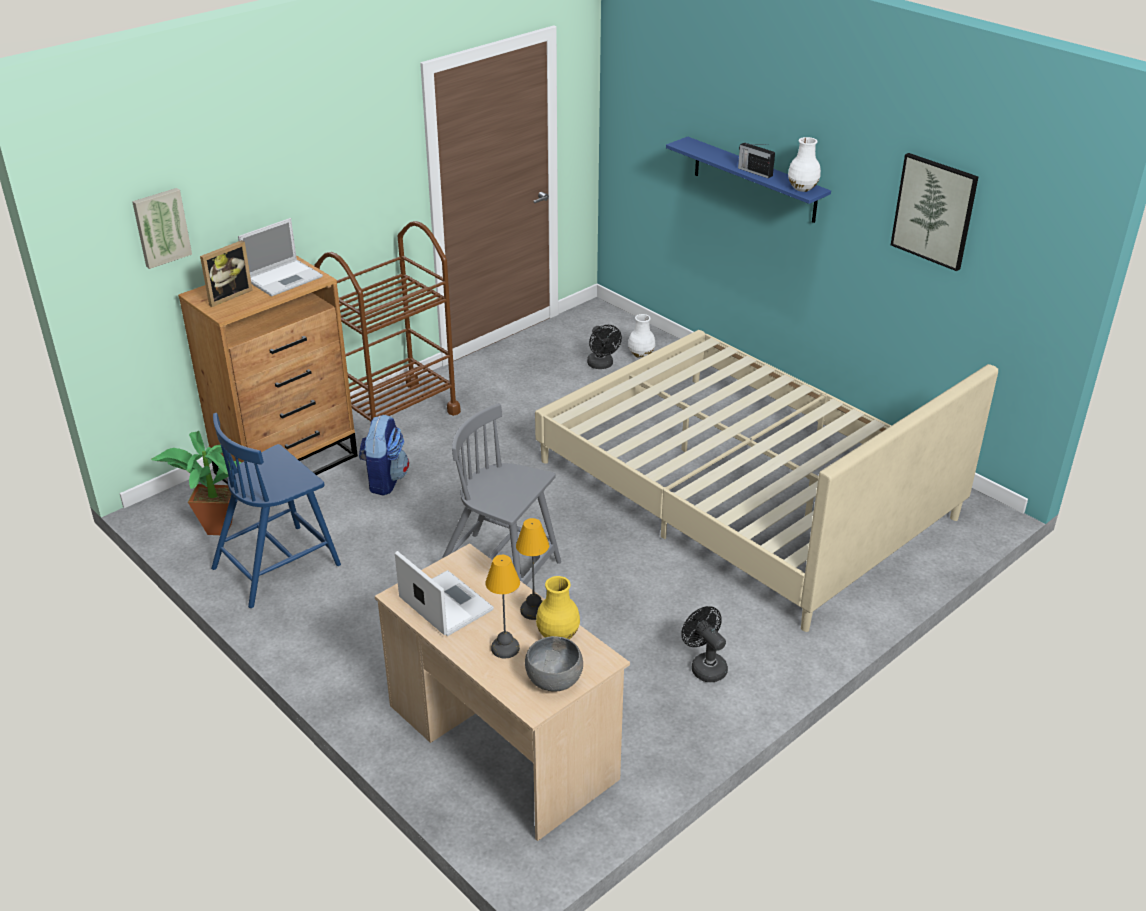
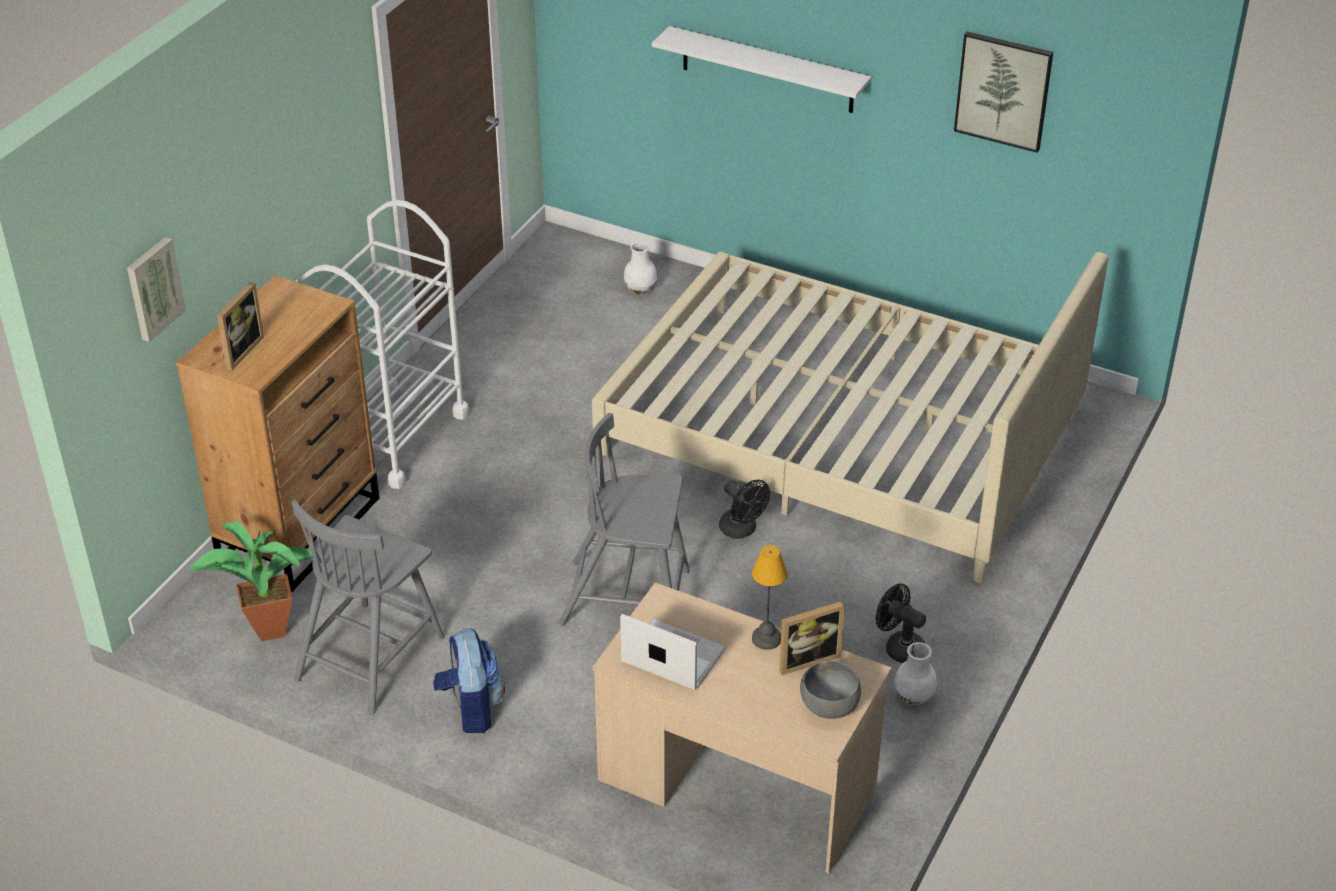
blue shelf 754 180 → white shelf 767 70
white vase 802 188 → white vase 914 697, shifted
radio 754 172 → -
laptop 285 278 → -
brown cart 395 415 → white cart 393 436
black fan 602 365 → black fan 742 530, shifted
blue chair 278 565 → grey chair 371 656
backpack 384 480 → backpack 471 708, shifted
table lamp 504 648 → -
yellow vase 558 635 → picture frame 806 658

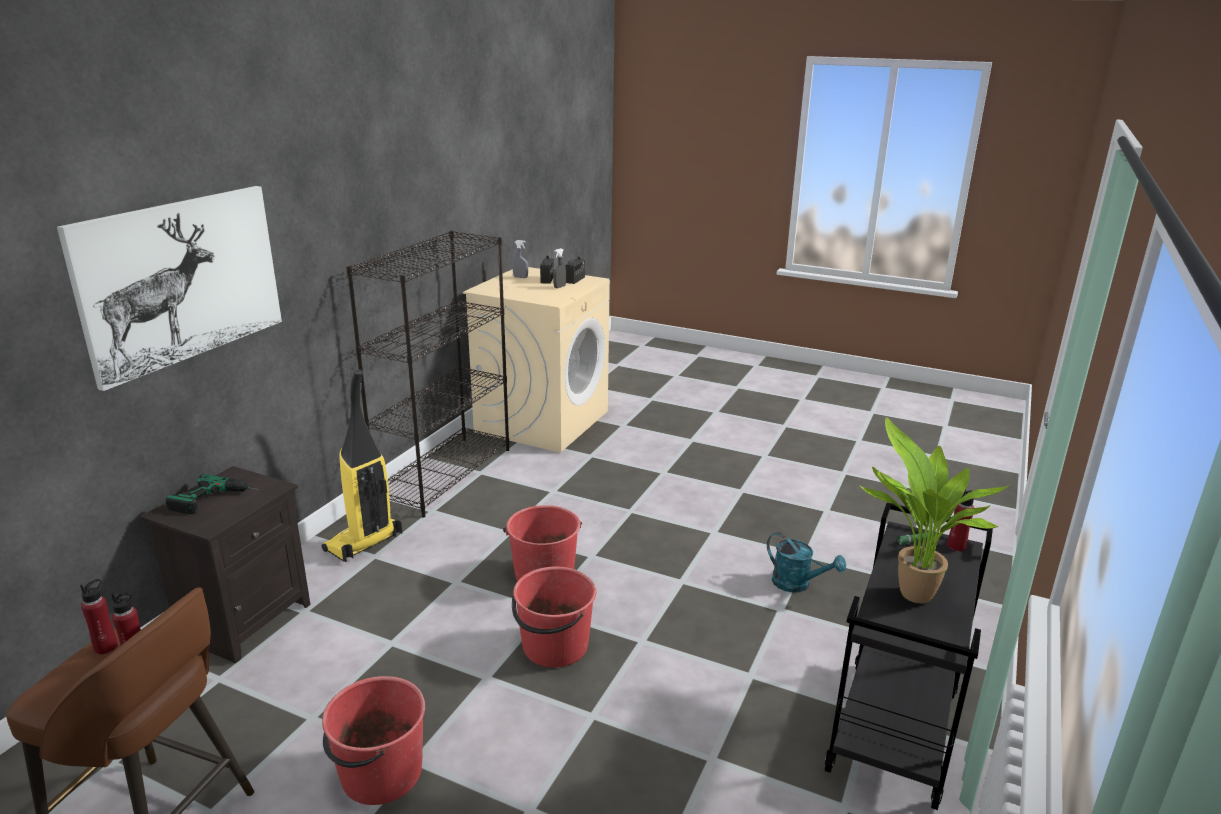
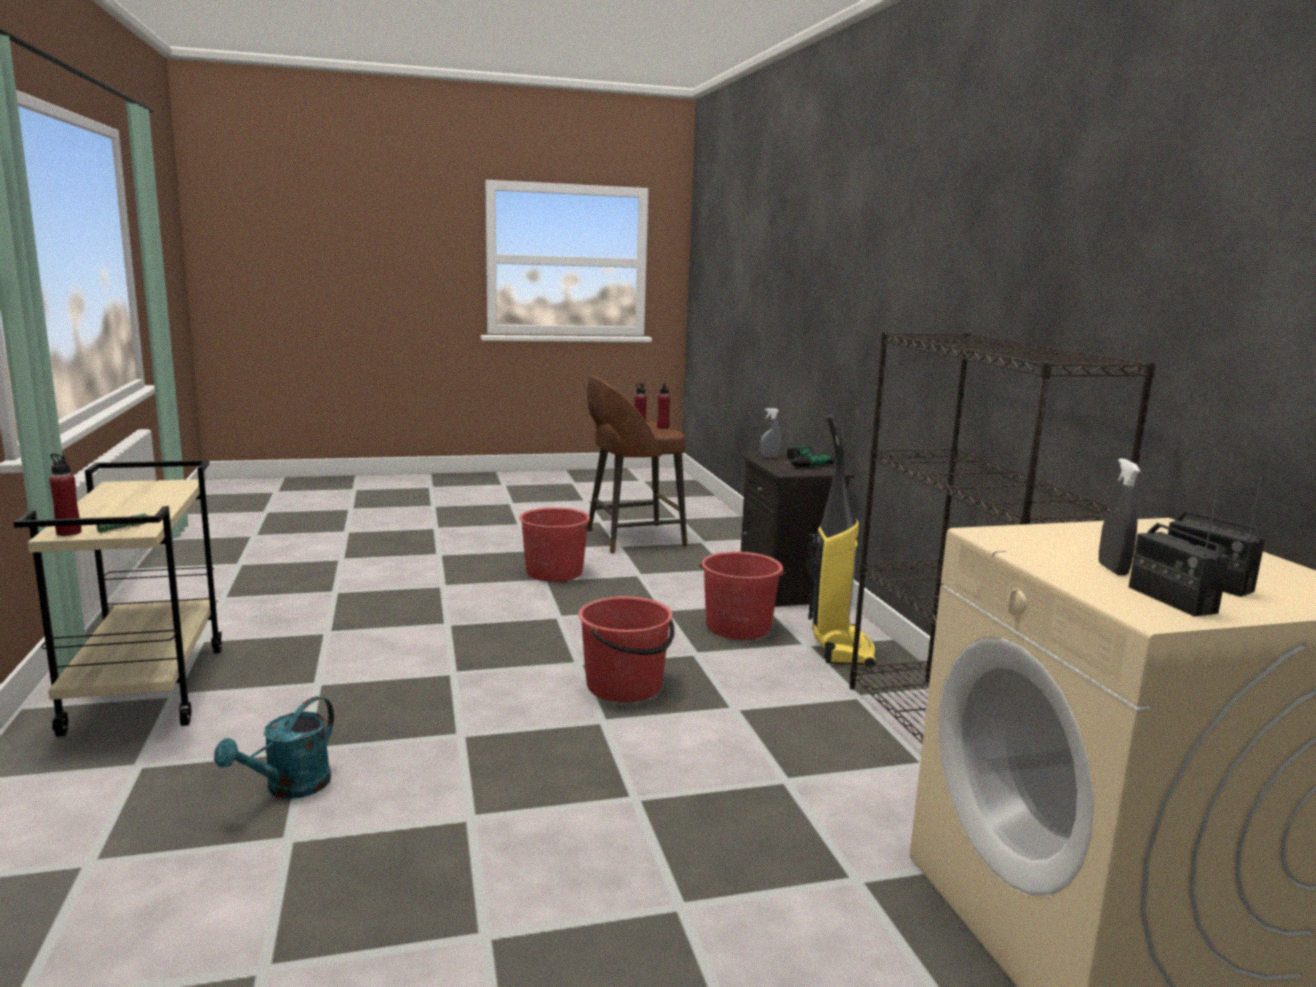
picture 182 280 → -
grey spray bottle 520 277 → grey spray bottle 769 457, shifted
potted plant 910 596 → -
black cart 894 733 → beige cart 146 689
turquoise watering can 797 584 → turquoise watering can 289 788, 60 degrees counterclockwise
red bucket 554 647 → red bucket 738 627, shifted

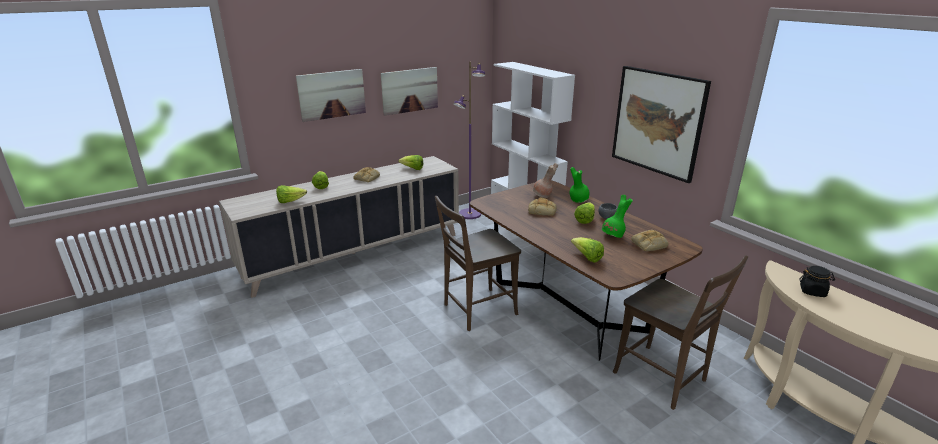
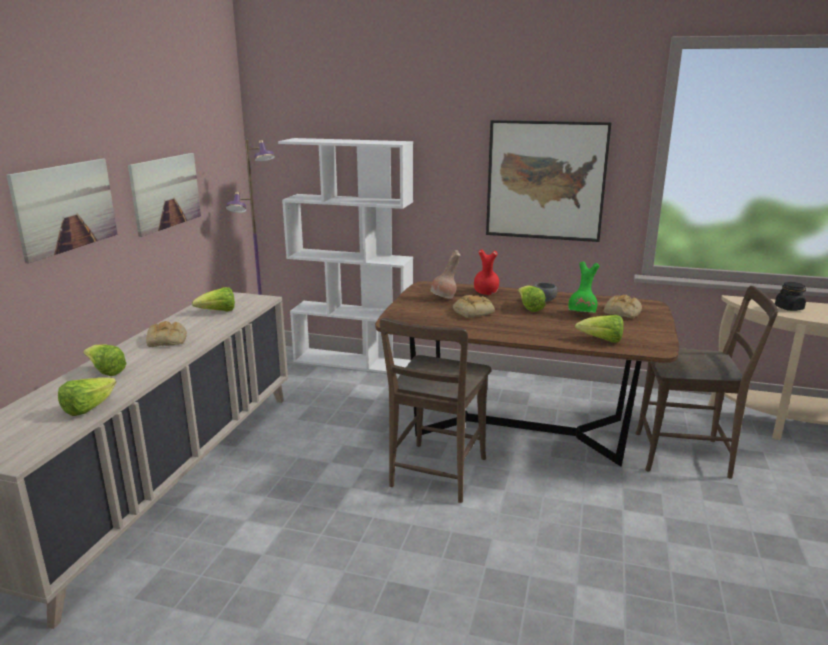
green vase 577 200 → red vase 485 292

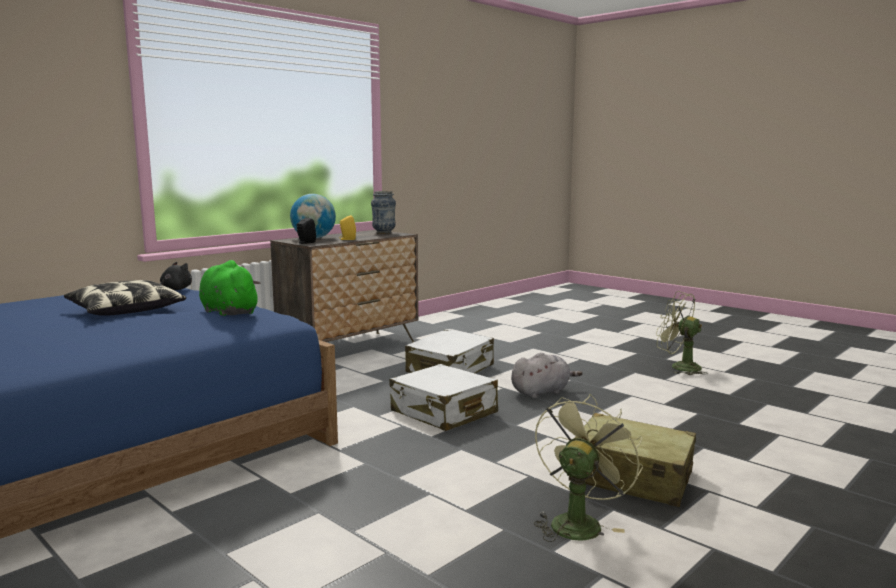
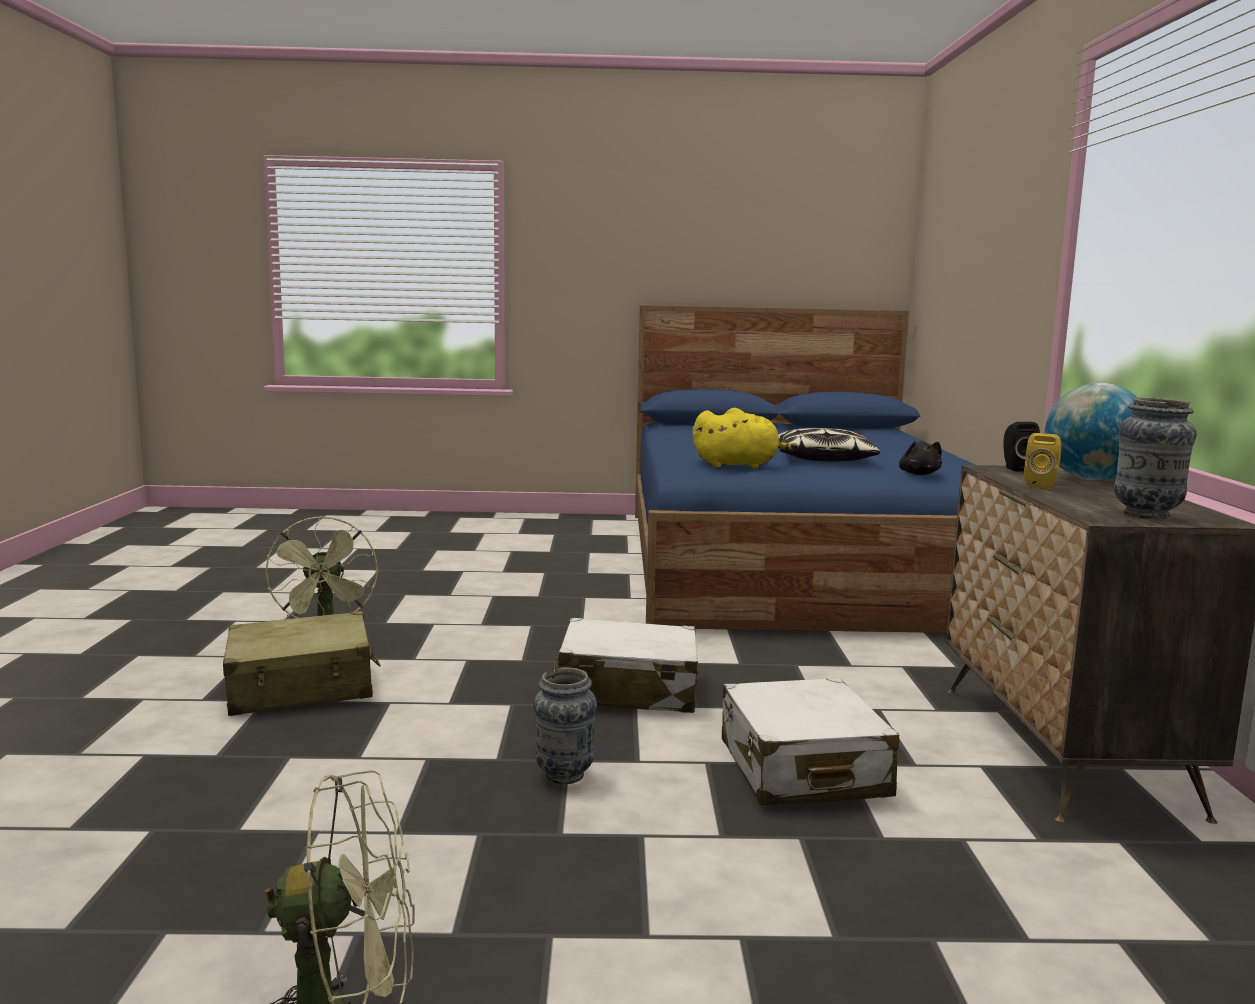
green plush toy 228 312 → yellow plush toy 739 465
grey plush toy 542 392 → vase 564 775

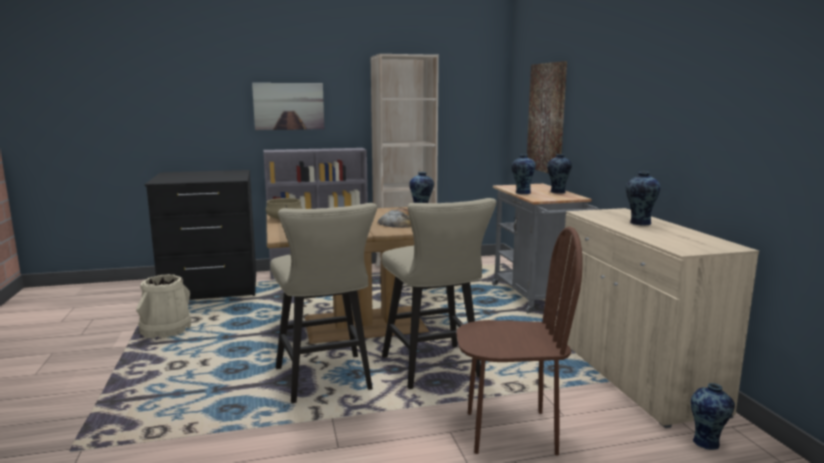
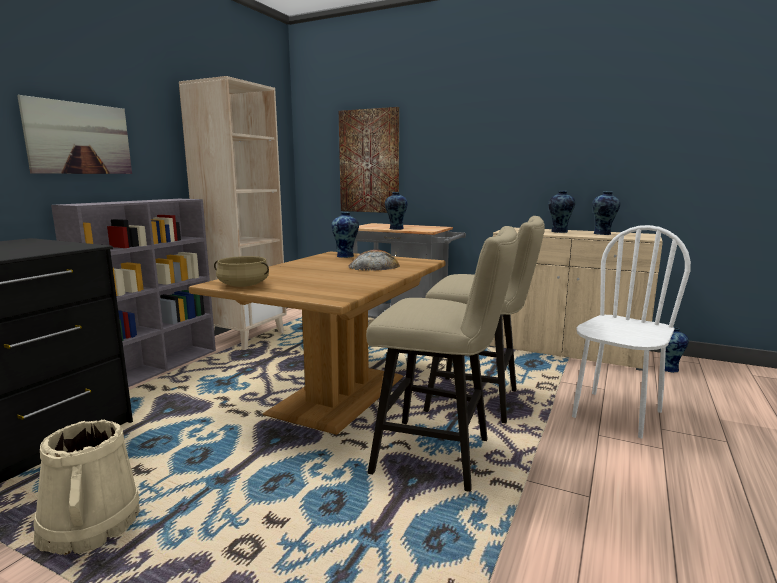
vase 557 192 → vase 603 234, shifted
brown chair 510 432 → white chair 616 414

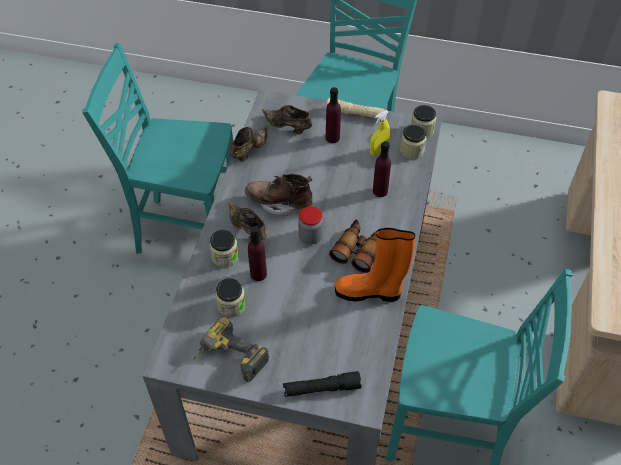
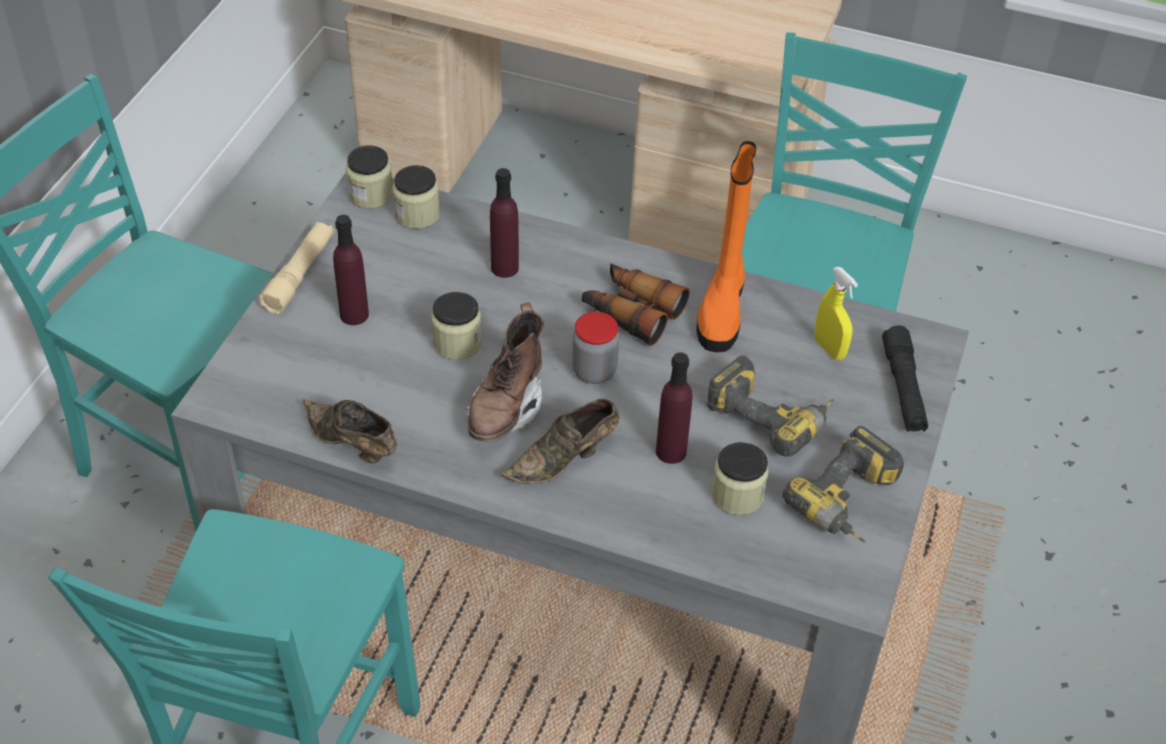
brown shoe 288 127 → -
yellow spray bottle 378 151 → yellow spray bottle 829 349, shifted
jar 225 256 → jar 457 343, shifted
- → power drill 772 415

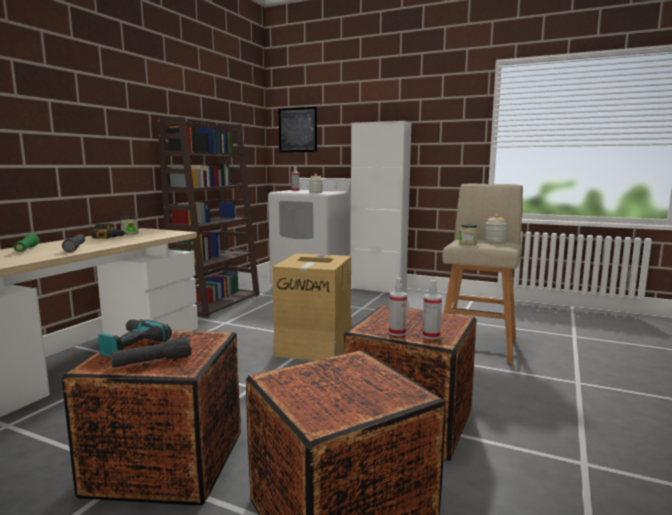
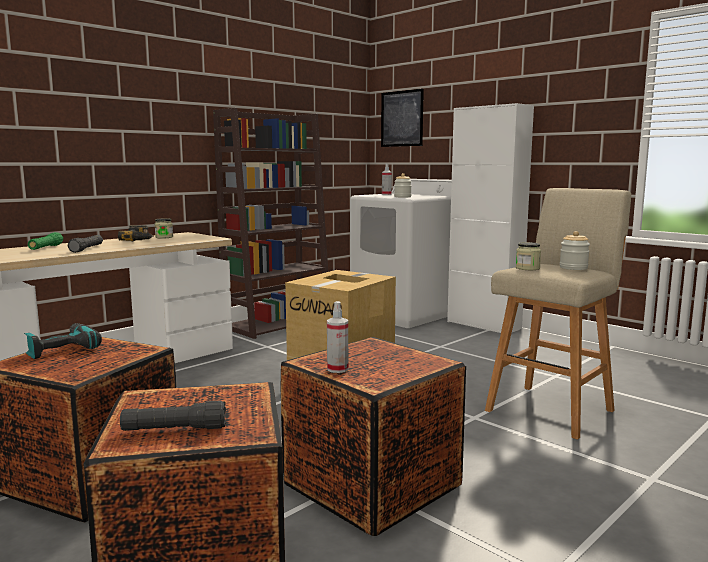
spray bottle 431 336 → -
black flashlight 152 362 → black flashlight 174 429, shifted

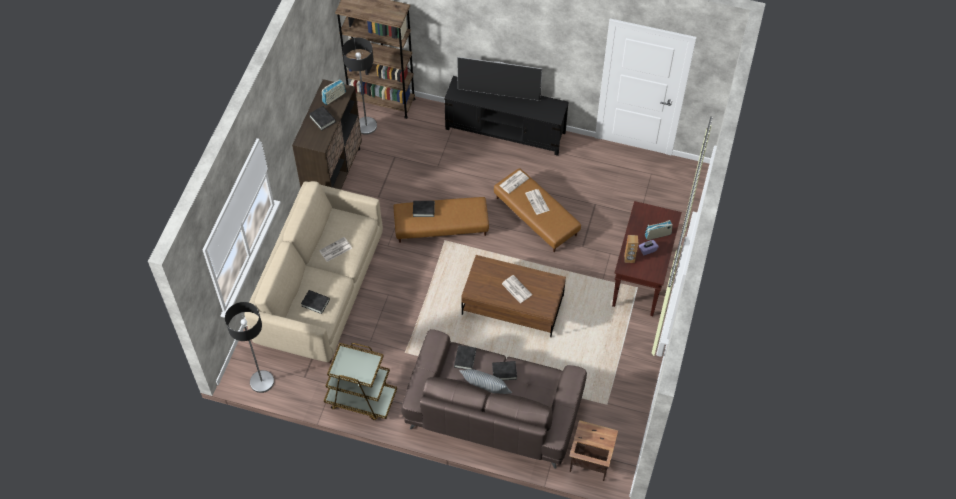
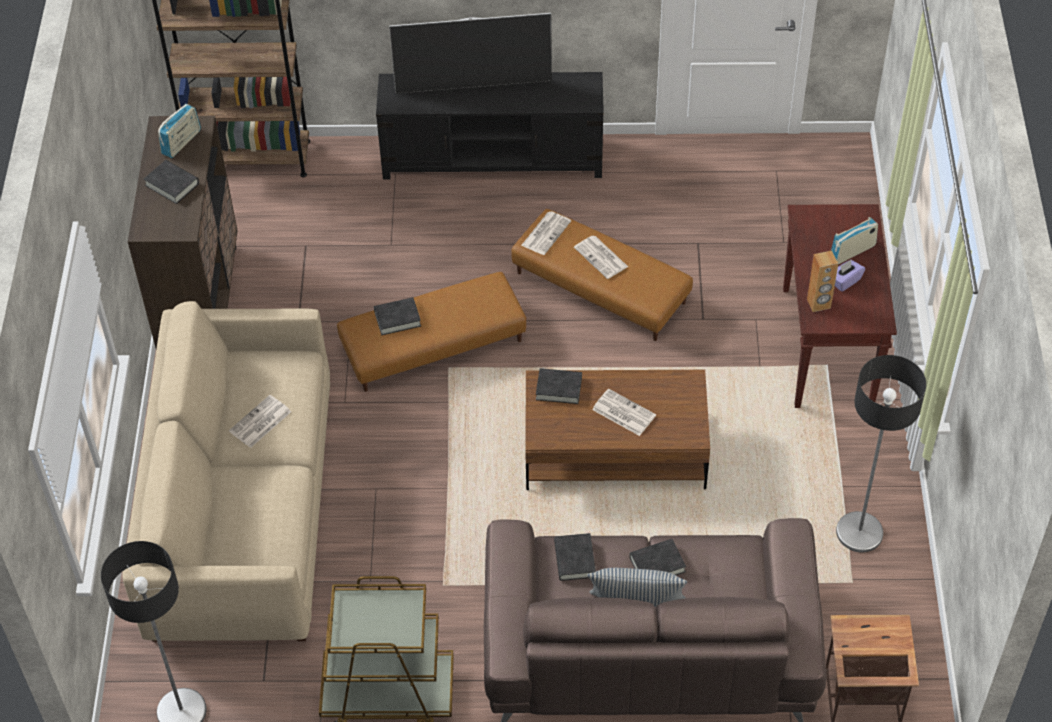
floor lamp 366 126 → floor lamp 859 533, shifted
black book 315 303 → black book 559 388, shifted

